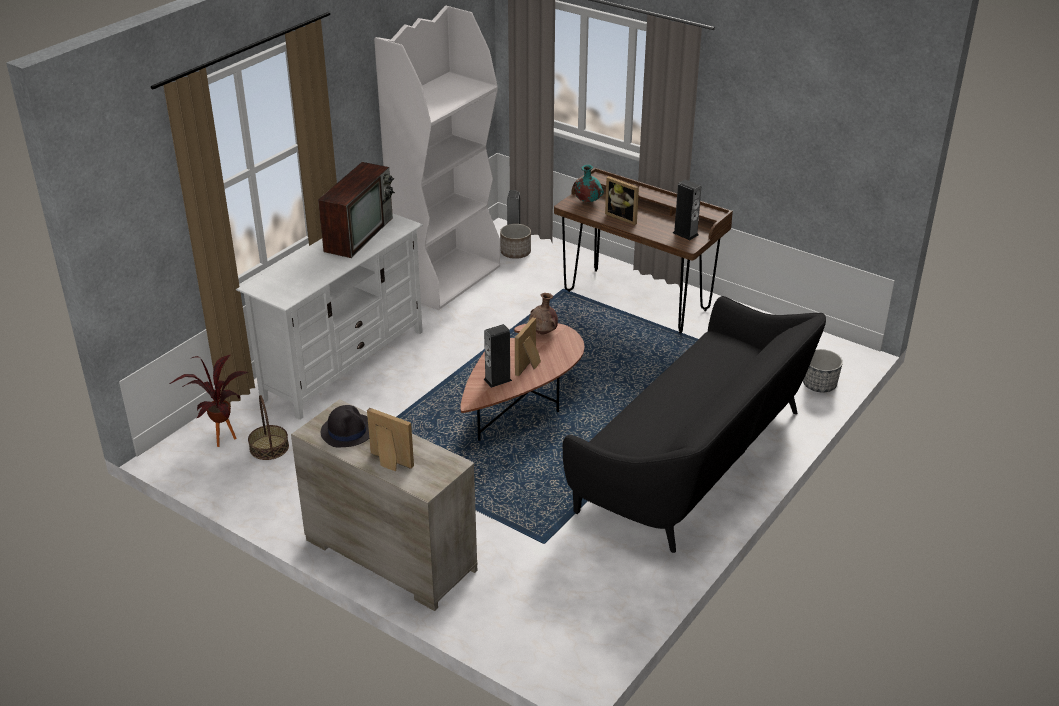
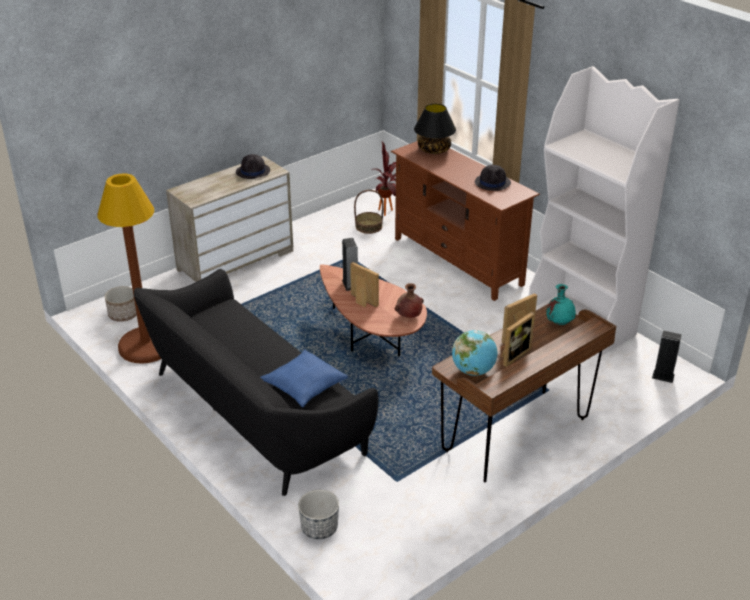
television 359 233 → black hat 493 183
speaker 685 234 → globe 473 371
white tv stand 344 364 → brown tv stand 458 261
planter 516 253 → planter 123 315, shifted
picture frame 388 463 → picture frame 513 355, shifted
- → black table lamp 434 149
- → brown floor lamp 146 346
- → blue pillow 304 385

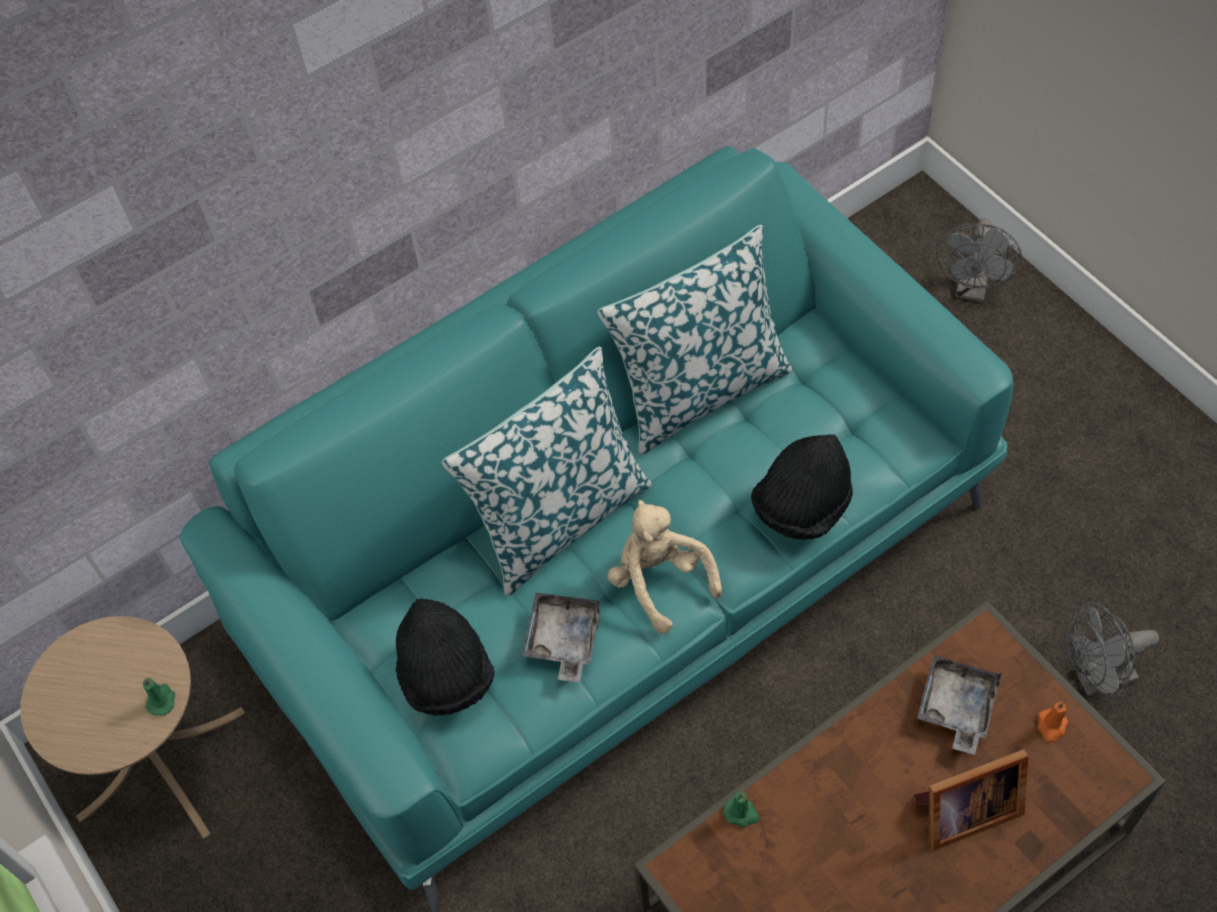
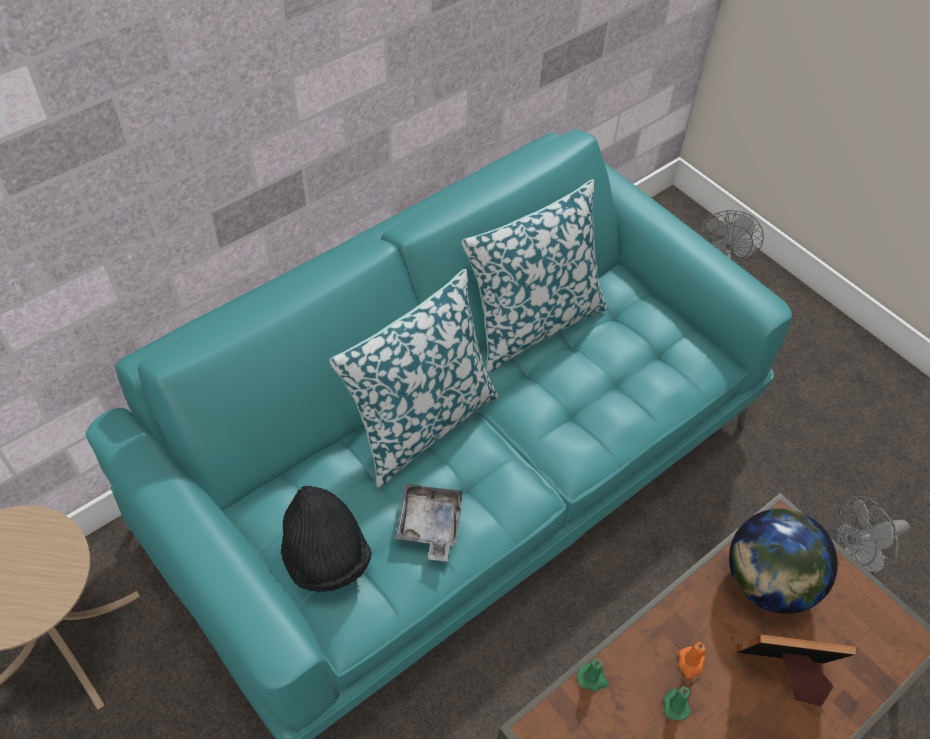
black hat 802 505 → -
beige plush toy 660 581 → -
grey tray 956 707 → globe 767 583
green candle 161 700 → green candle 675 704, shifted
orange candle 1051 726 → orange candle 690 663, shifted
picture frame 962 811 → picture frame 784 673, 150 degrees counterclockwise

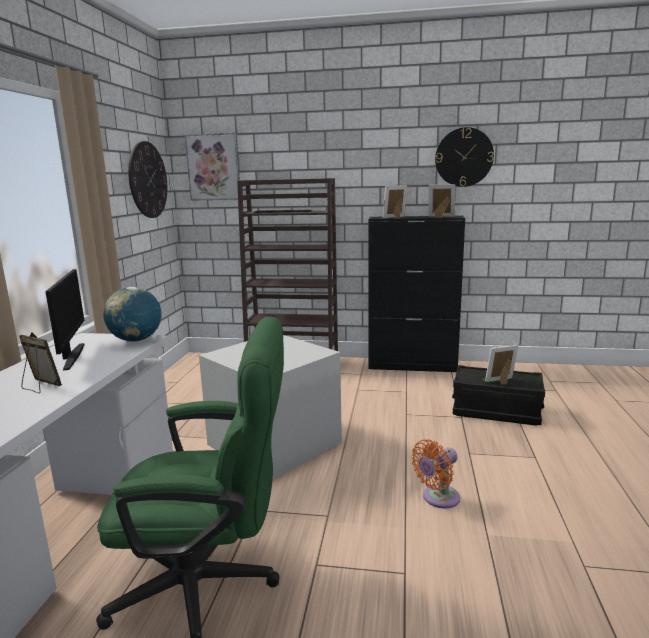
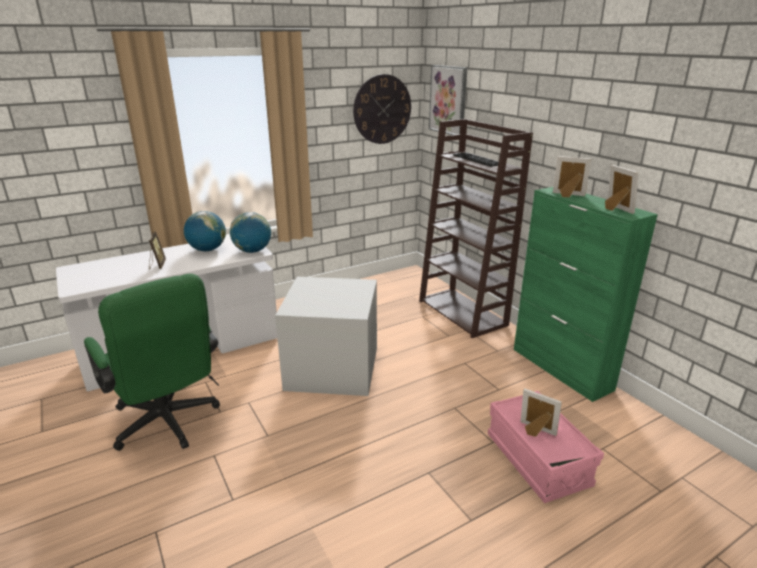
wall clock 464 157 → -
black cabinet 412 365 → green cabinet 561 369
monitor 71 356 → globe 207 250
black storage box 496 411 → pink storage box 537 460
orange fan 438 498 → -

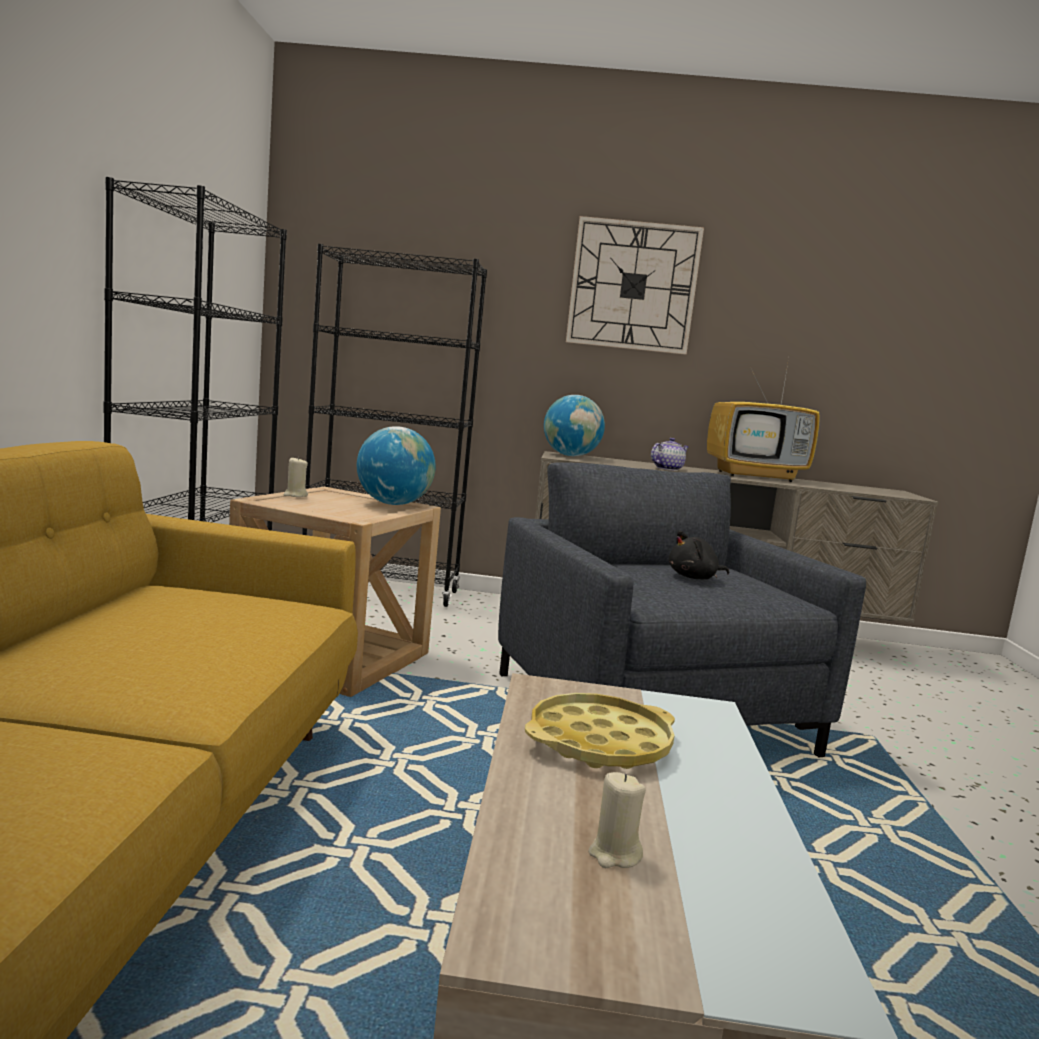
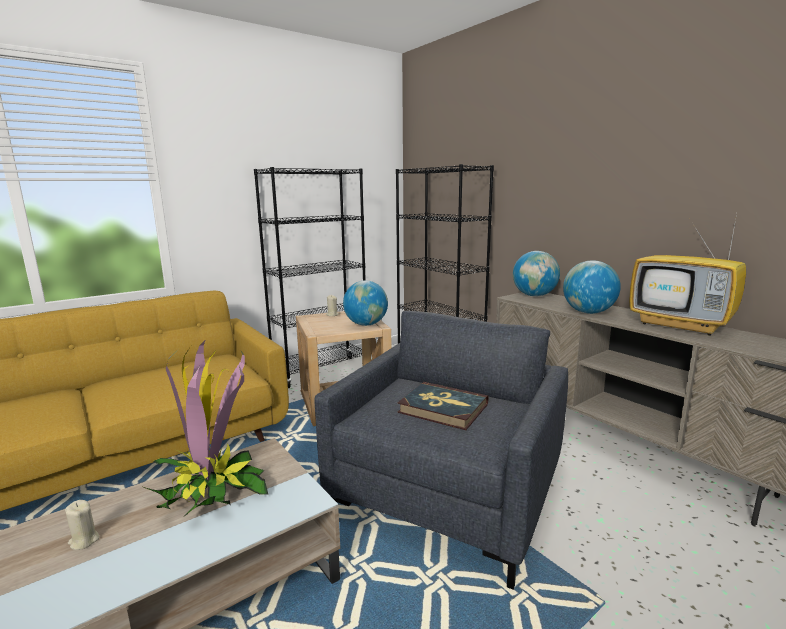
wall clock 633 286 → -
teapot 667 469 → globe 588 312
black plush toy 694 578 → book 443 408
yellow tray 599 742 → potted plant 211 490

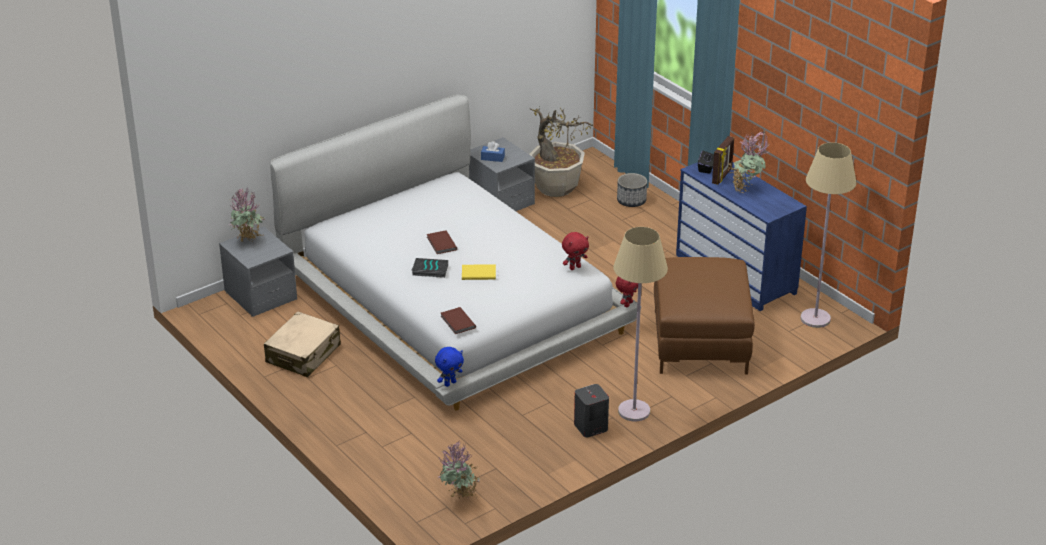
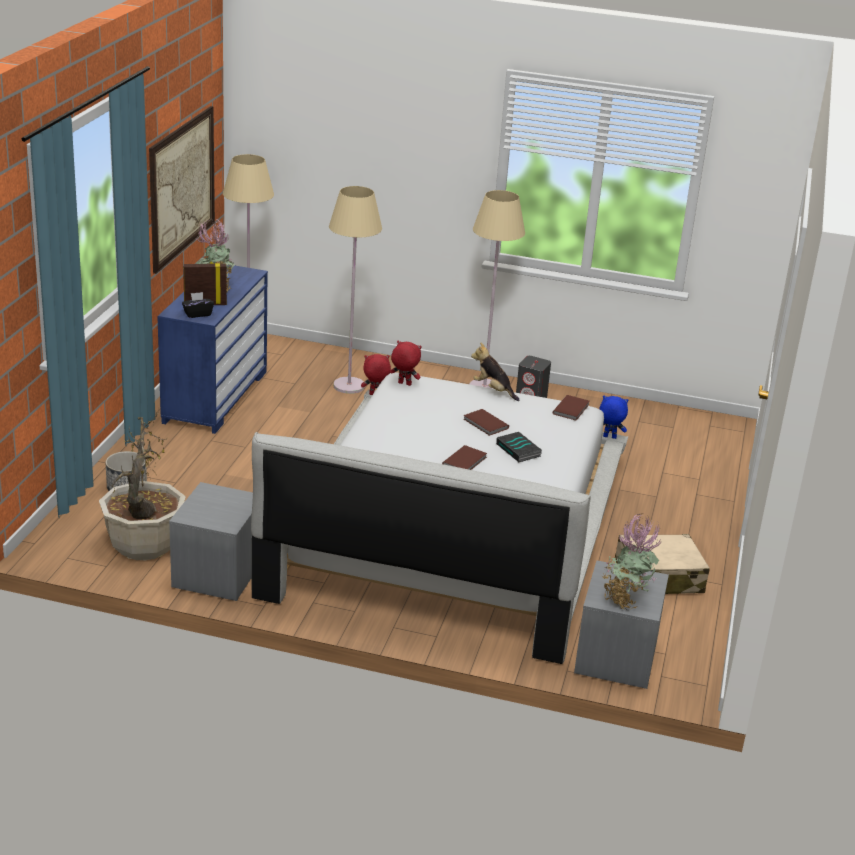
blue tissue box 492 158 → -
brown ottoman 700 342 → beige floor lamp 349 386
yellow book 478 273 → brown book 485 424
potted plant 460 499 → -
- → picture 182 187
- → plush toy 493 390

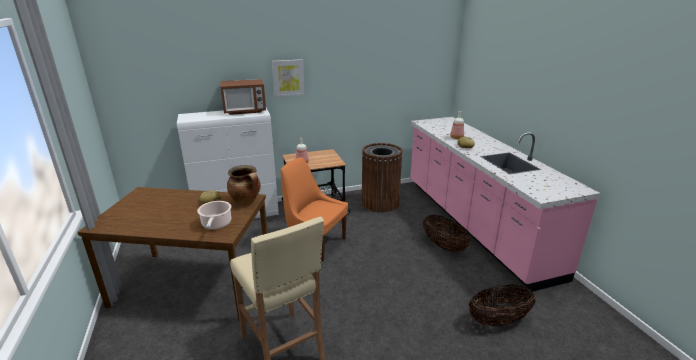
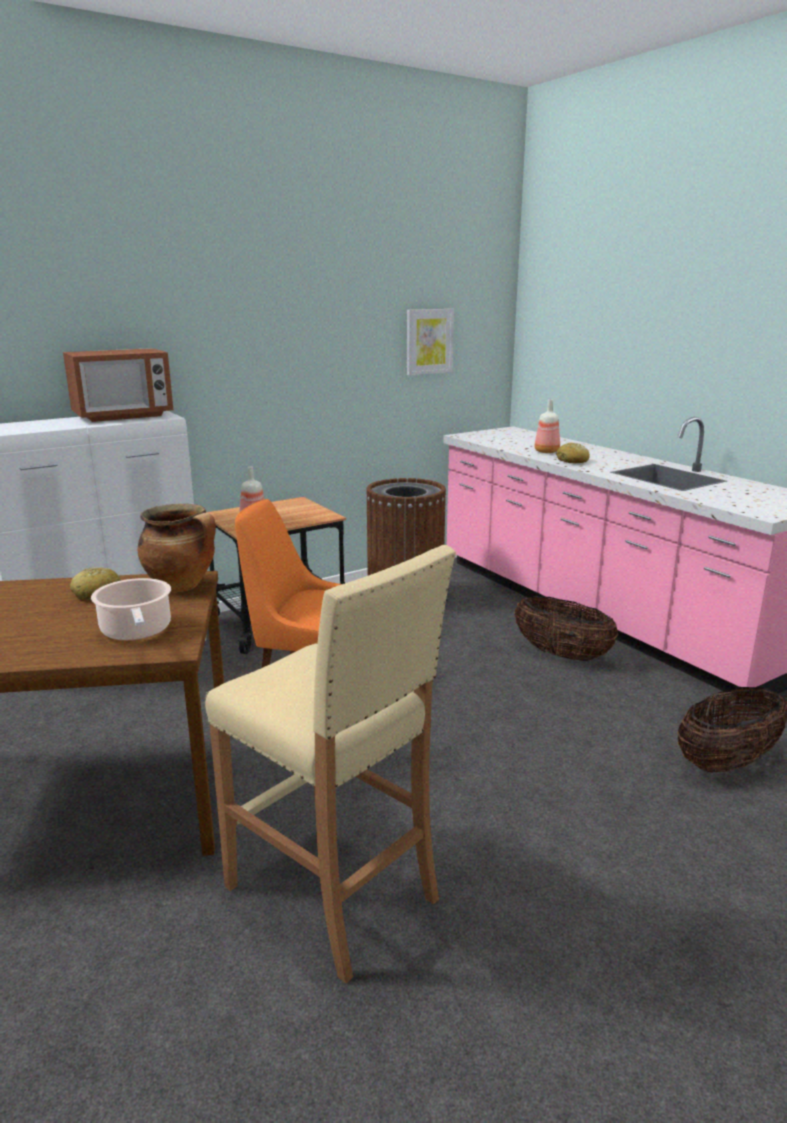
picture 288 78 → picture 429 341, shifted

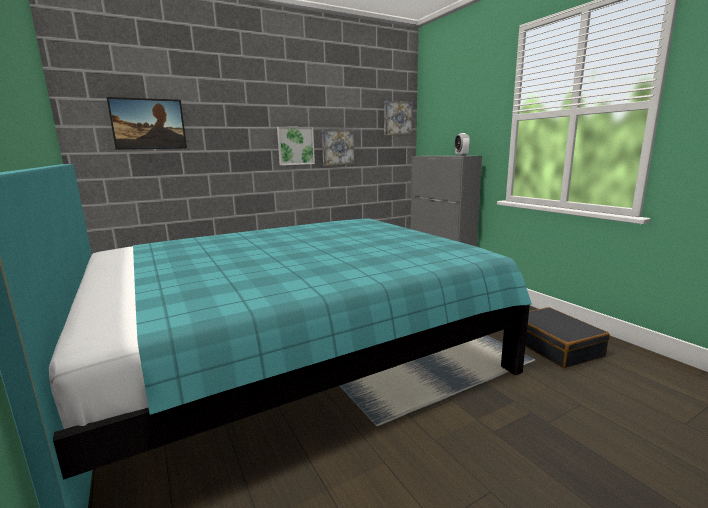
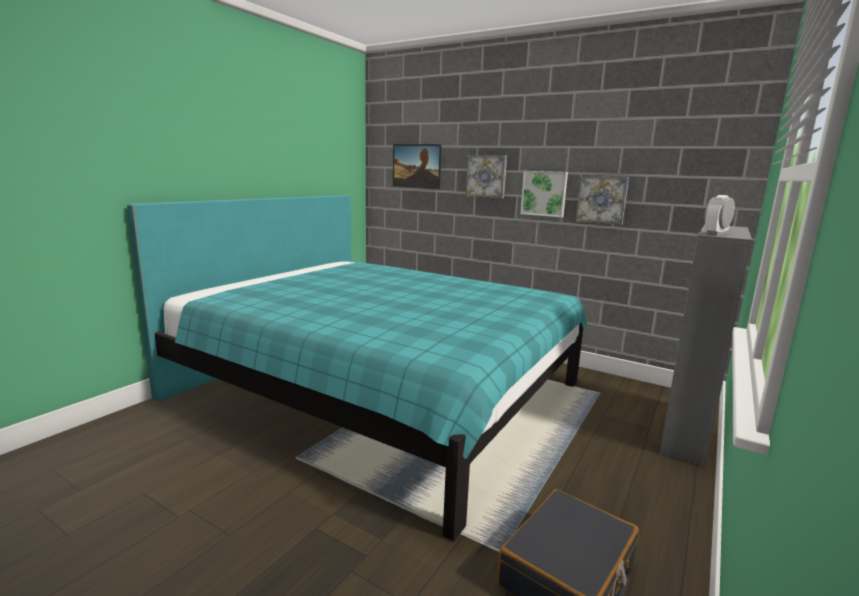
picture 397 118 → picture 486 176, shifted

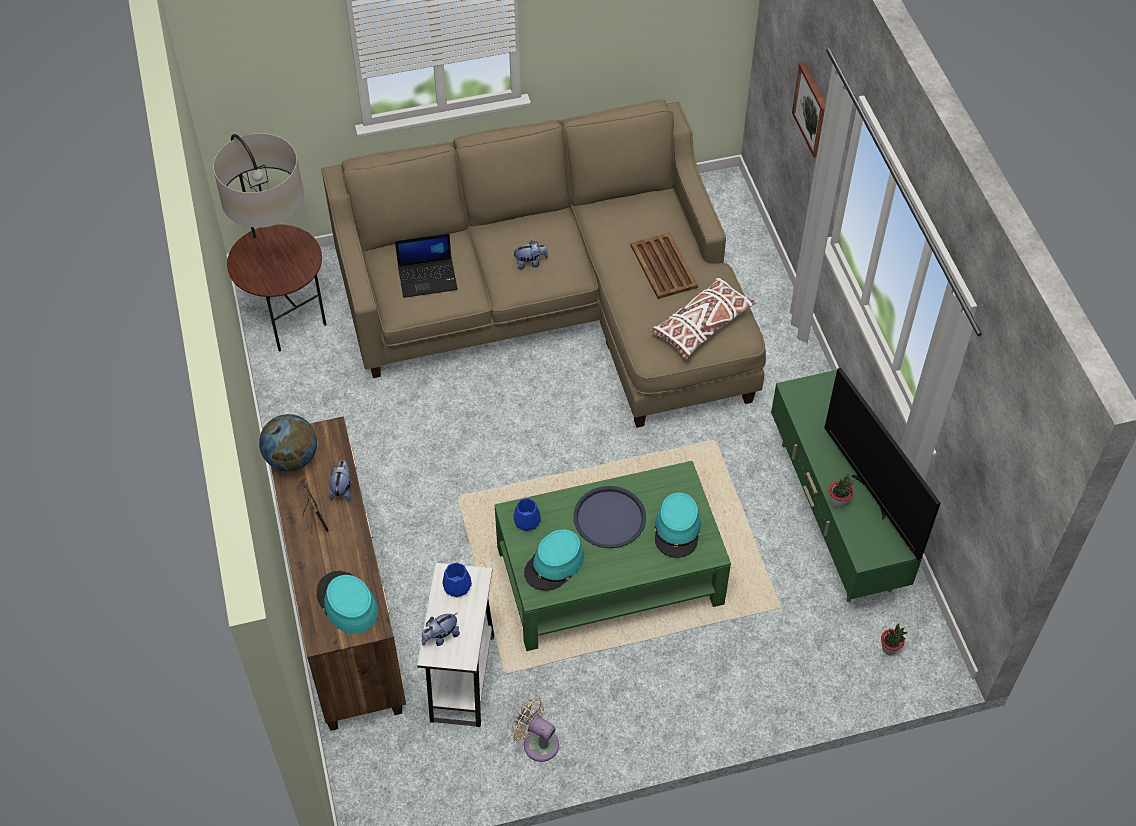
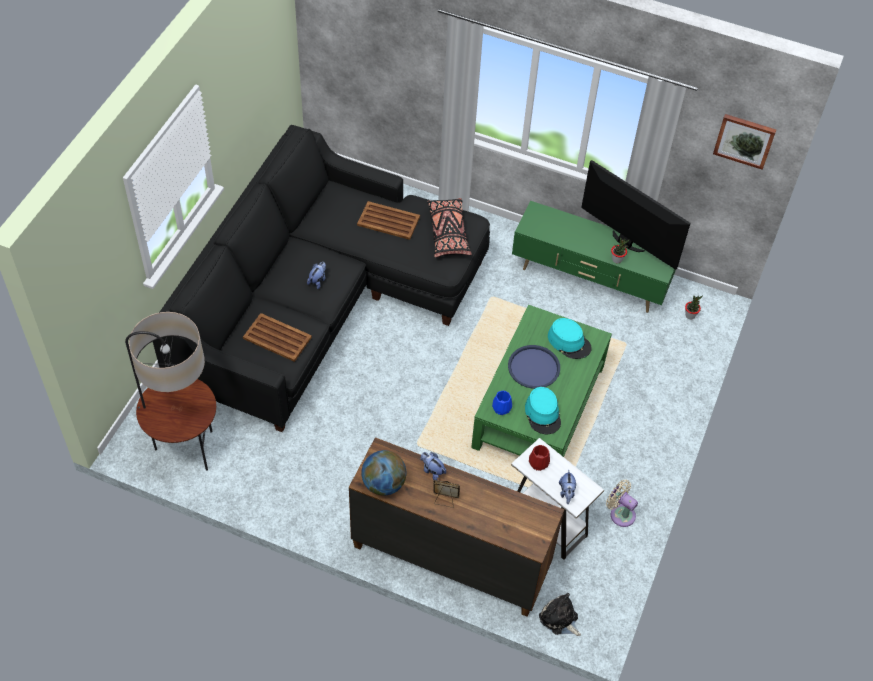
picture 812 109 → picture 744 140, shifted
beige sofa 558 306 → black sofa 321 303
laptop 428 278 → brown tray 277 337
white pillow 702 325 → black pillow 448 233
television 873 495 → television 626 243, 150 degrees counterclockwise
blue vase 457 588 → red vase 539 463
turquoise hat 347 603 → -
beige fan 537 742 → beige fan 620 513, 60 degrees clockwise
- → plush toy 559 619

